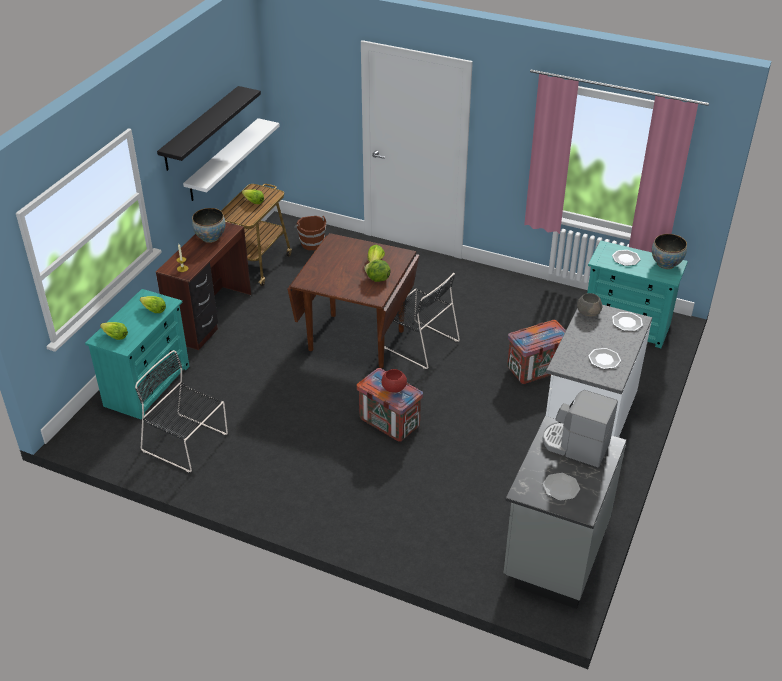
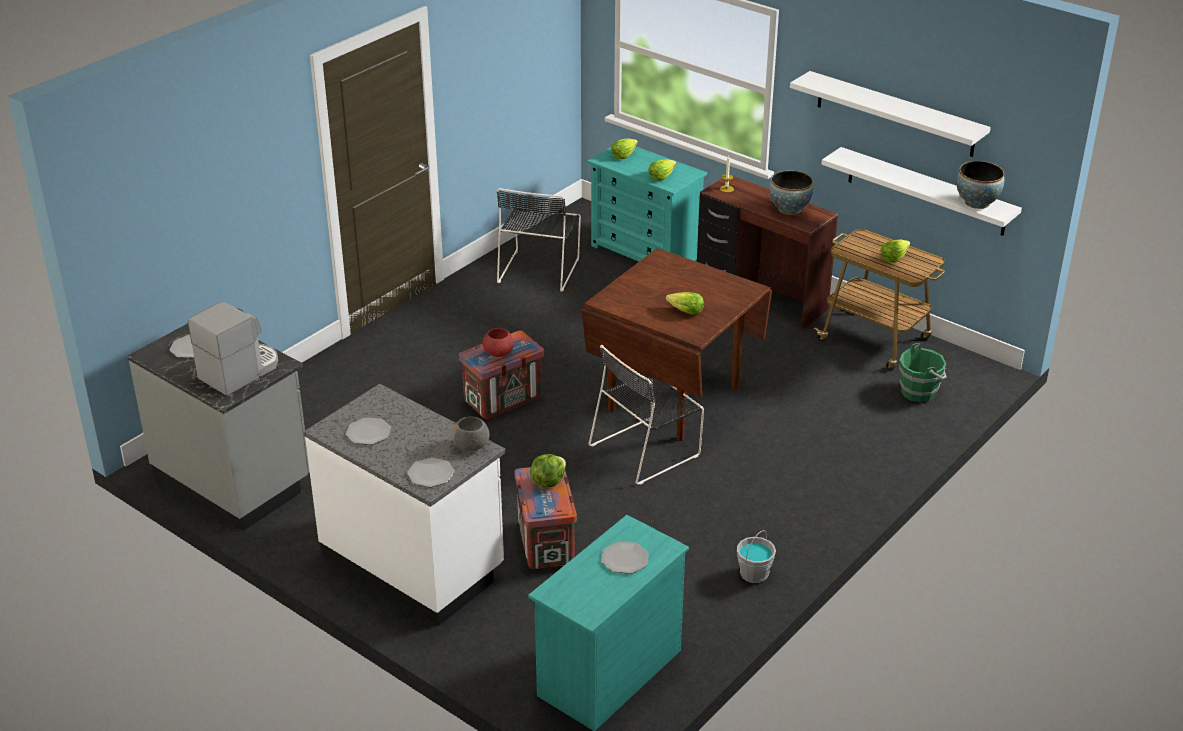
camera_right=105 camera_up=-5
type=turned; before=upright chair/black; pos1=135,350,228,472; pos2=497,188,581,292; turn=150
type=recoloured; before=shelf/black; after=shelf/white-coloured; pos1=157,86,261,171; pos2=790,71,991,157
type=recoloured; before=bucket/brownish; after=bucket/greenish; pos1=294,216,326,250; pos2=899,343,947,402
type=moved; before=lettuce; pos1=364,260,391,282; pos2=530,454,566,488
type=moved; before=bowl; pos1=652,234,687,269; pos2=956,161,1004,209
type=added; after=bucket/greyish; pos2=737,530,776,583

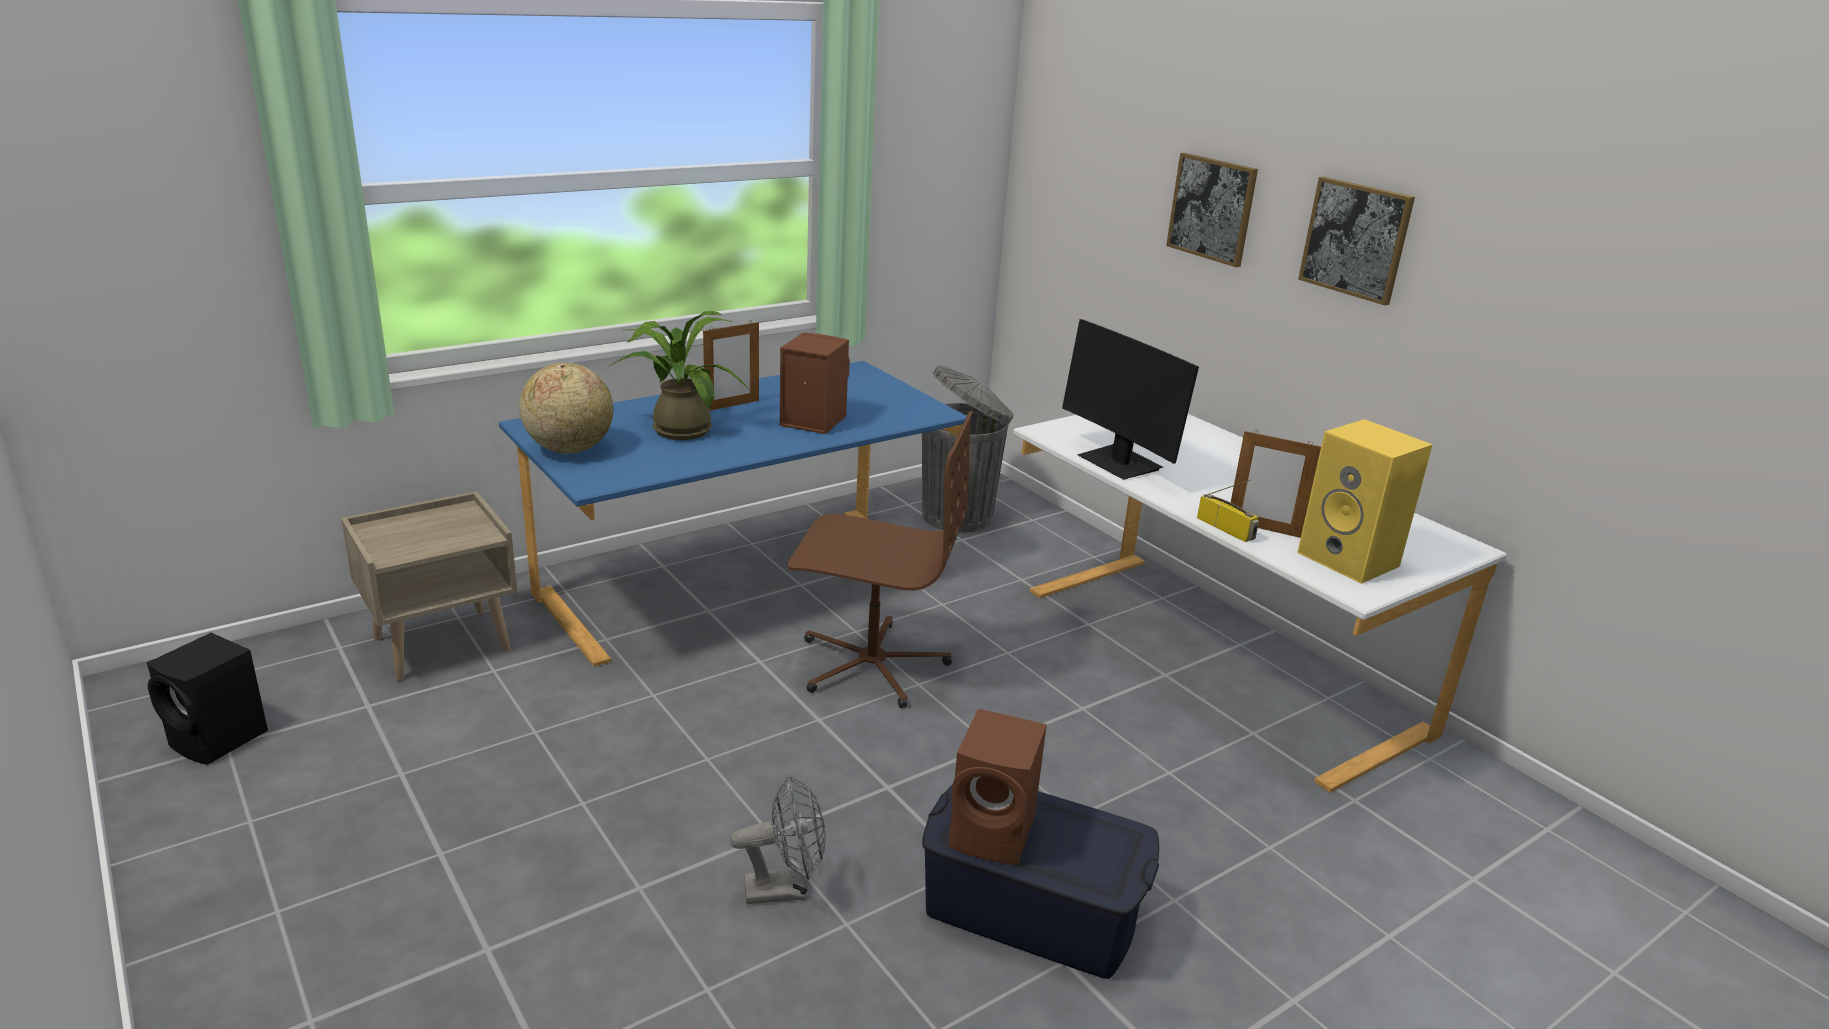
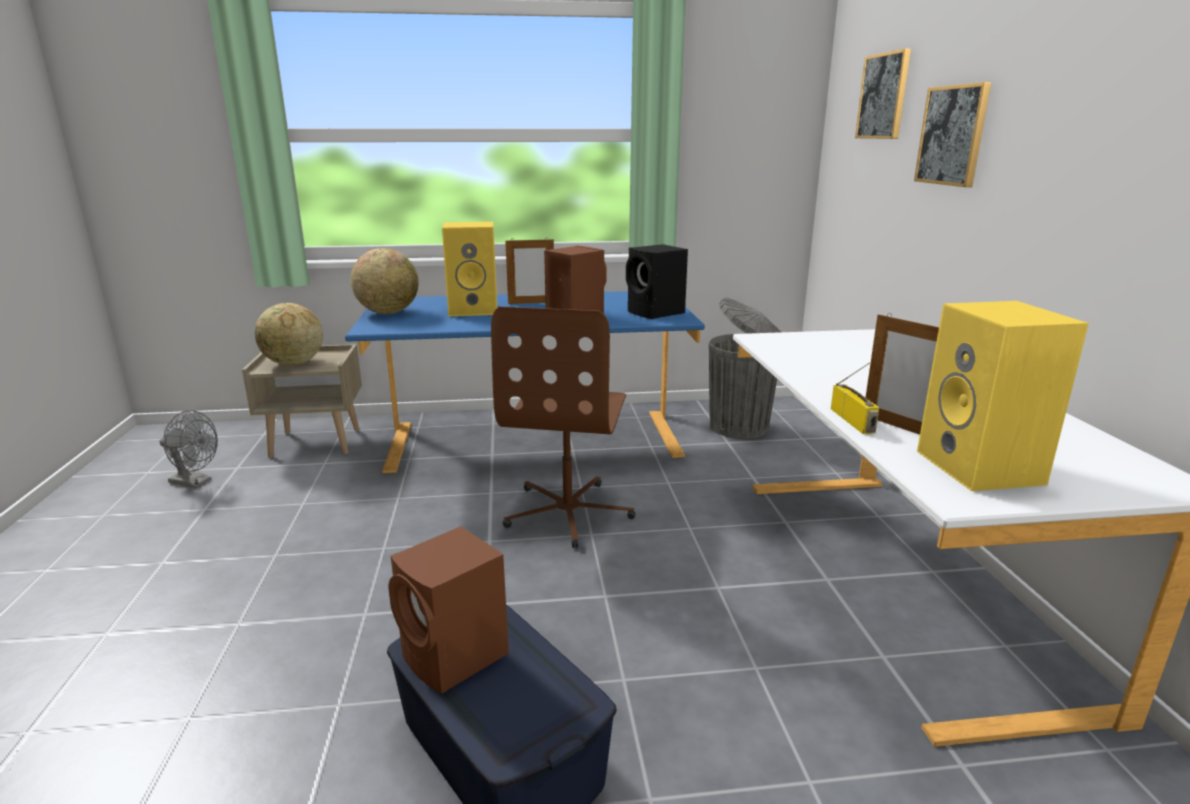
camera_right=30 camera_up=-5
type=moved; before=speaker/black; pos1=147,633,268,765; pos2=626,244,688,319
type=replaced; before=houseplant; after=speaker/yellowish; pos1=609,311,750,440; pos2=442,222,497,316
type=moved; before=electric fan/greyish; pos1=730,775,826,904; pos2=160,410,218,488
type=turned; before=computer chair/brownish; pos1=787,411,973,708; pos2=491,306,635,548; turn=60
type=removed; before=monitor; pos1=1062,319,1199,480
type=moved; before=wall art; pos1=1298,177,1415,305; pos2=855,48,911,139
type=added; after=world globe; pos2=255,303,323,365

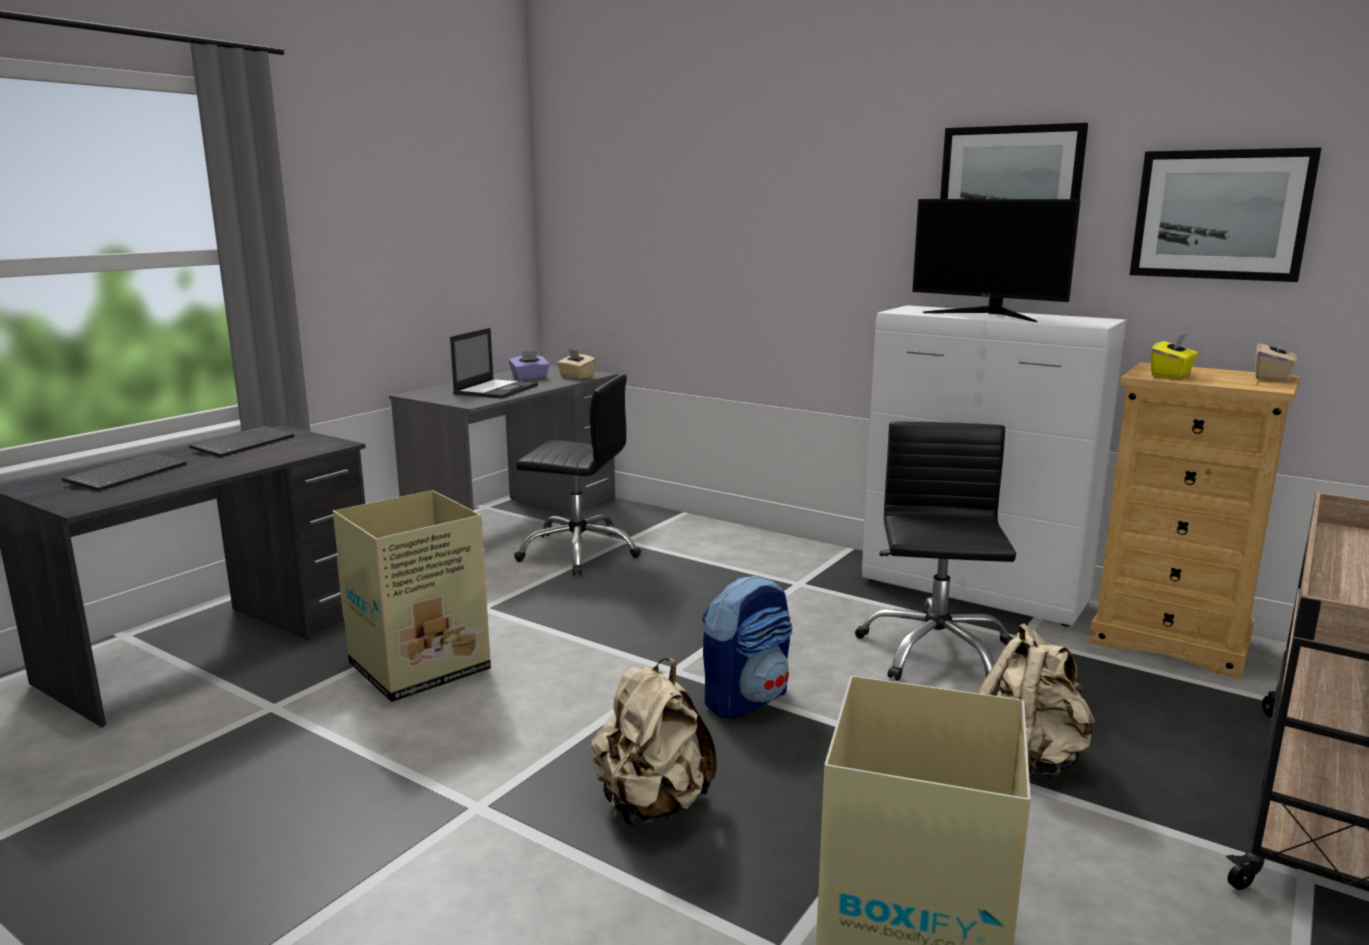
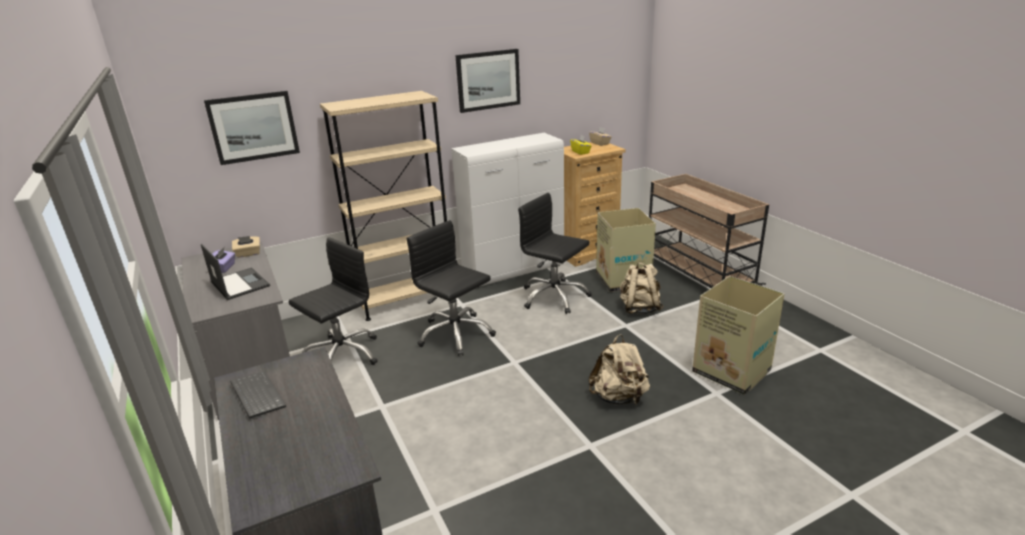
camera_right=-60 camera_up=10
type=removed; before=PC keyboard; pos1=62,453,187,491
type=moved; before=packing box; pos1=333,490,491,702; pos2=596,208,656,292
type=removed; before=rucksack; pos1=702,575,793,719
type=removed; before=monitor; pos1=912,199,1081,322
type=moved; before=wall art; pos1=1130,148,1321,282; pos2=204,91,300,165
type=added; after=bookshelf/beige-coloured; pos2=320,91,447,321
type=added; after=computer chair/black; pos2=406,220,496,356

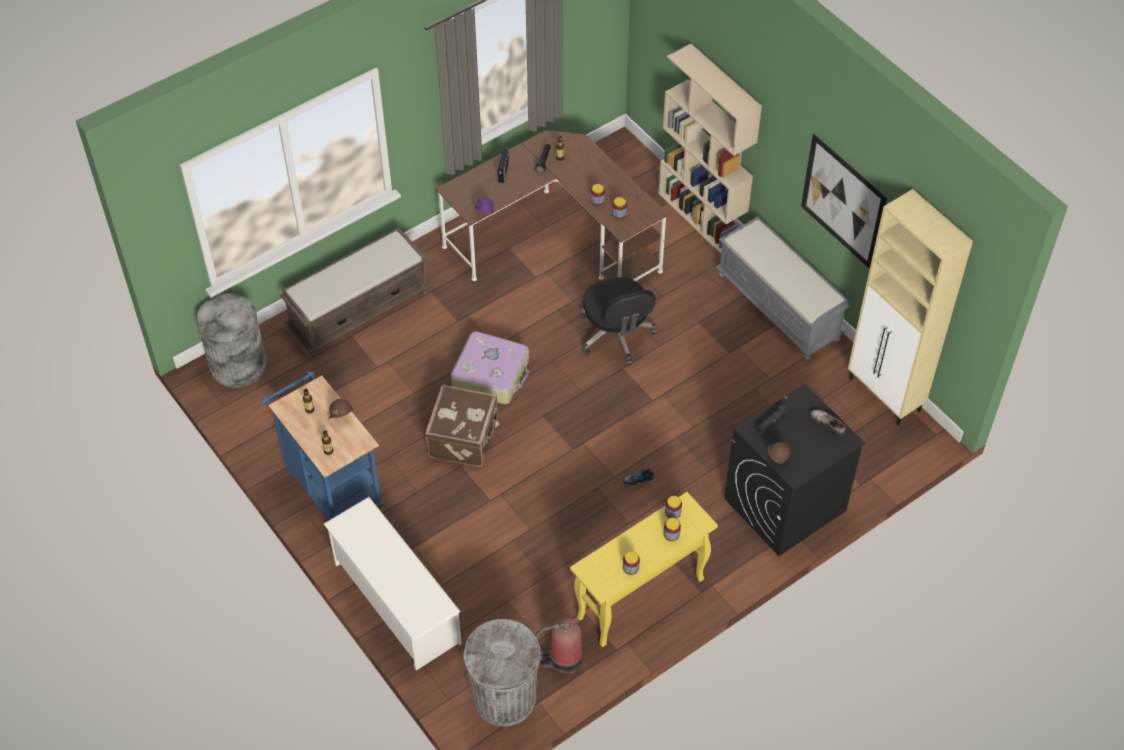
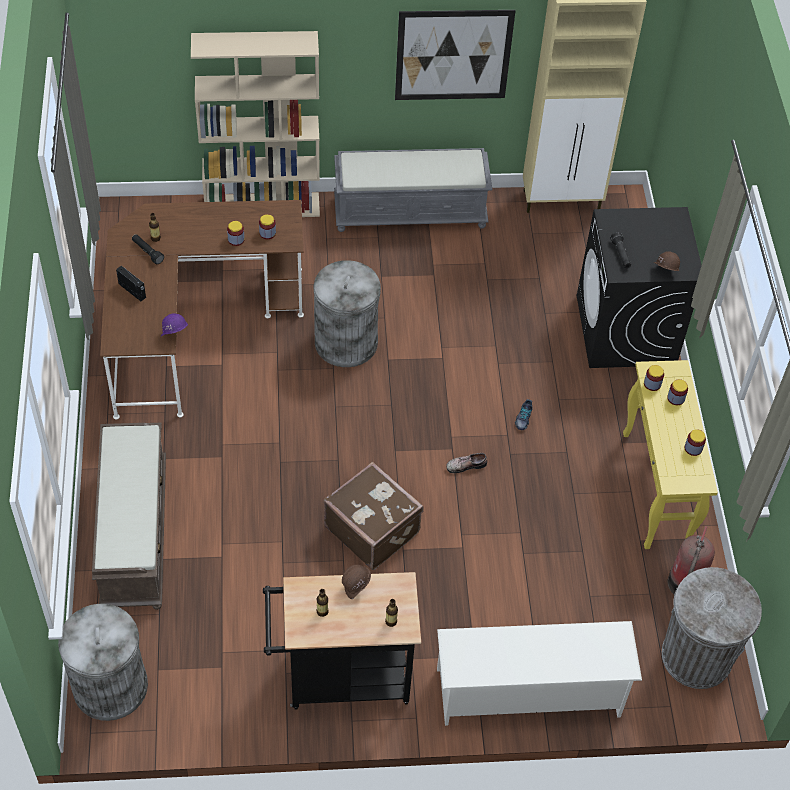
camera_right=-60 camera_up=0
type=recoloured; before=cart/blue-coloured; after=cart/black; pos1=262,371,384,521; pos2=263,572,421,710
type=removed; before=travel case; pos1=451,331,529,404
type=replaced; before=computer chair/black; after=rubbish bin/greyish; pos1=580,277,657,365; pos2=313,260,381,367
type=moved; before=item of footwear; pos1=810,410,845,437; pos2=446,453,487,473

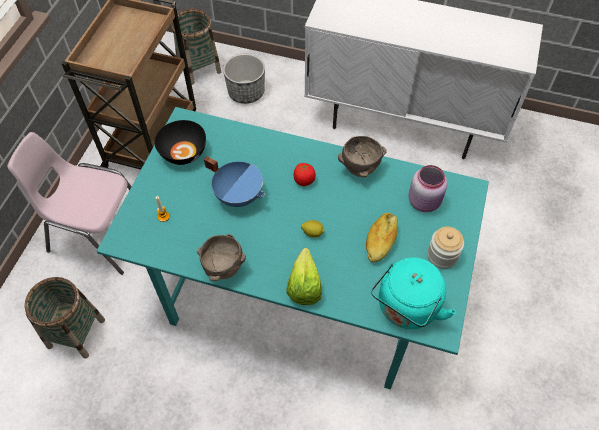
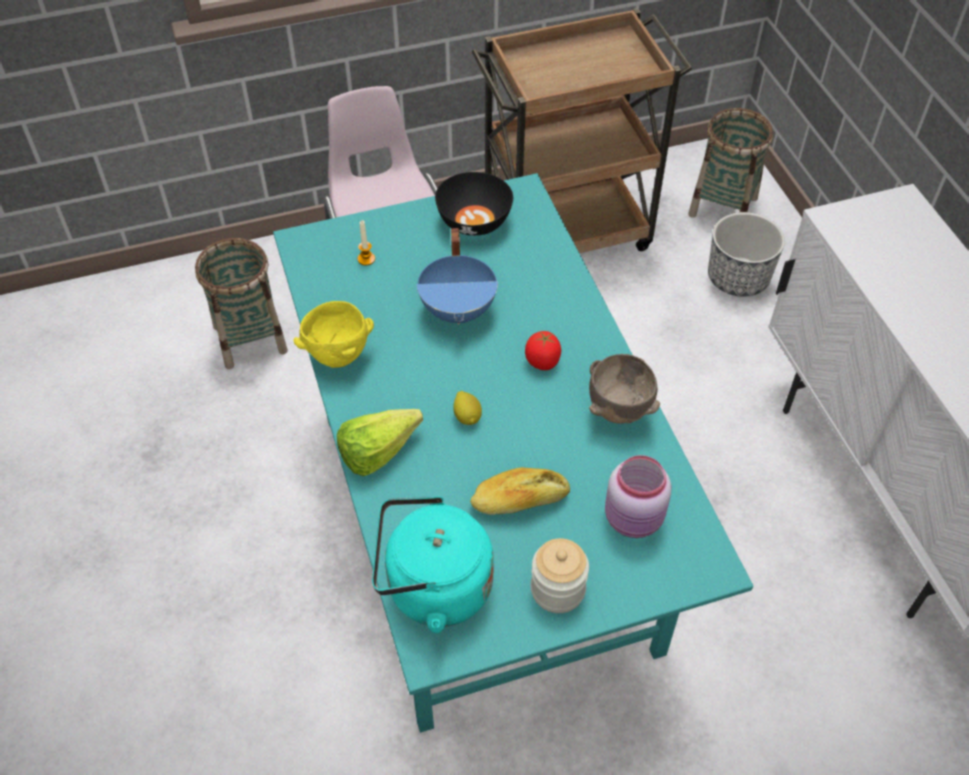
camera_right=55 camera_up=-5
type=recoloured; before=bowl/brownish; after=bowl/yellowish; pos1=197,234,246,281; pos2=294,301,374,368

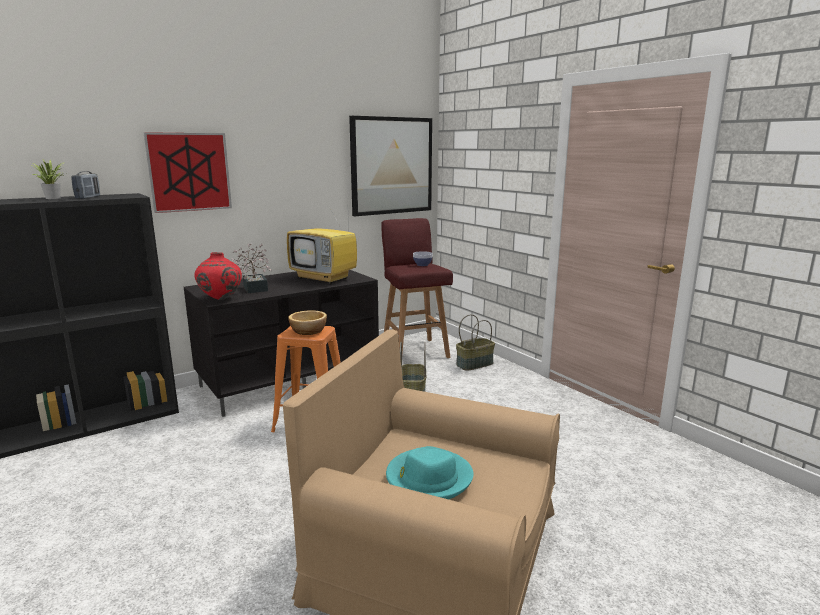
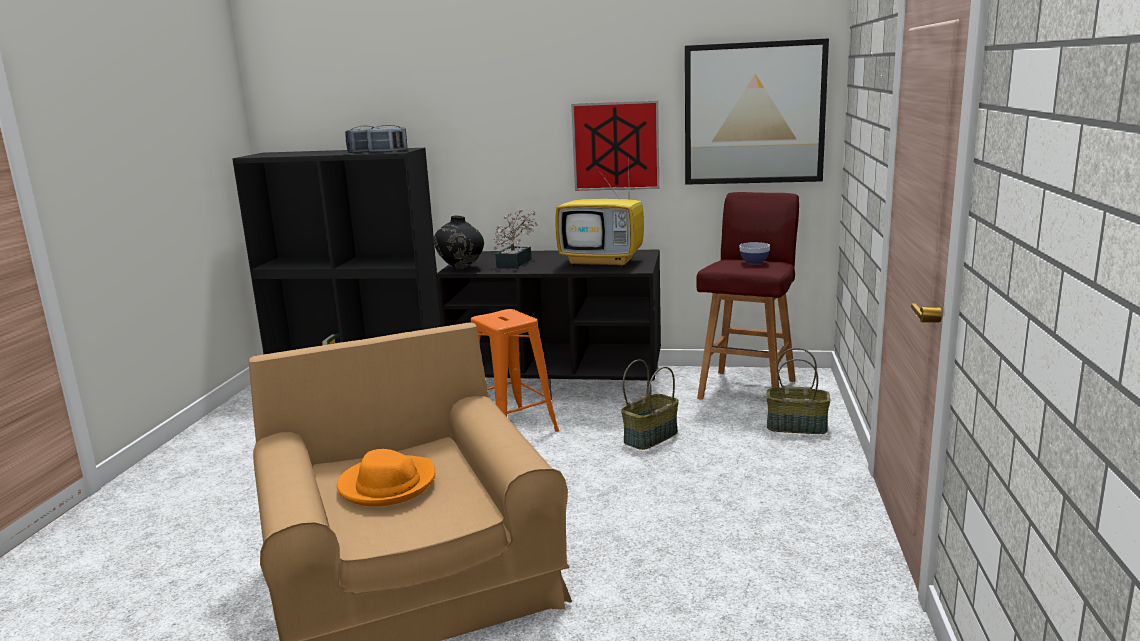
camera_right=45 camera_up=0
type=removed; before=houseplant; pos1=33,160,66,199
type=moved; before=wall art; pos1=143,132,232,213; pos2=571,101,659,191
type=recoloured; before=decorative vase/red; after=decorative vase/black; pos1=194,252,242,300; pos2=434,216,484,269
type=turned; before=TV set; pos1=287,208,357,284; pos2=555,161,644,267; turn=-60
type=removed; before=bowl; pos1=288,310,327,335
type=recoloured; before=wearable hat/blue-green; after=wearable hat/orange-coloured; pos1=386,446,474,499; pos2=337,449,435,507
type=added; after=radio; pos2=366,125,408,153

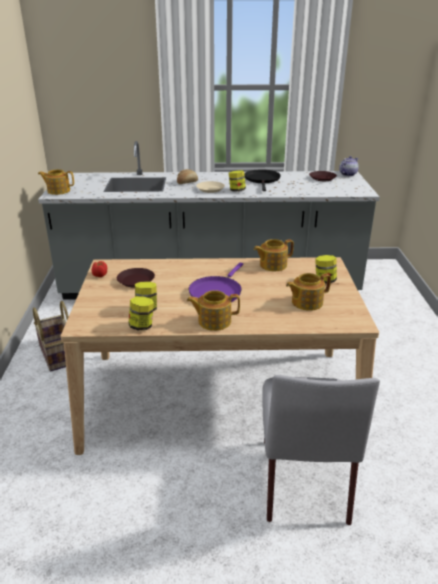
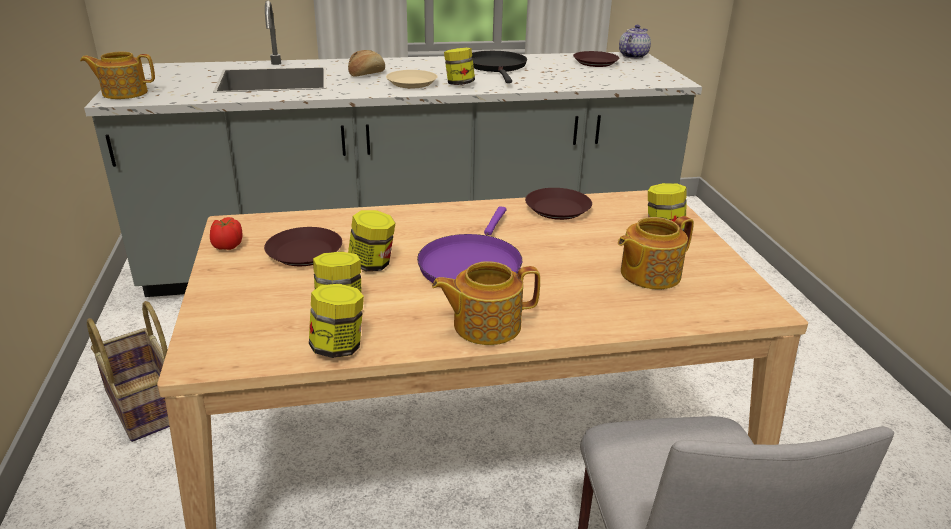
camera_right=-10 camera_up=0
type=replaced; before=tea pot; after=flat dish/brownish; pos1=254,239,294,271; pos2=525,188,592,220
type=added; after=storage jar; pos2=348,210,395,271

